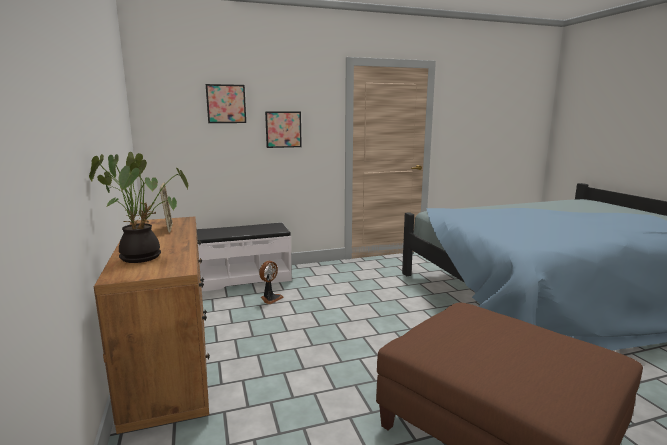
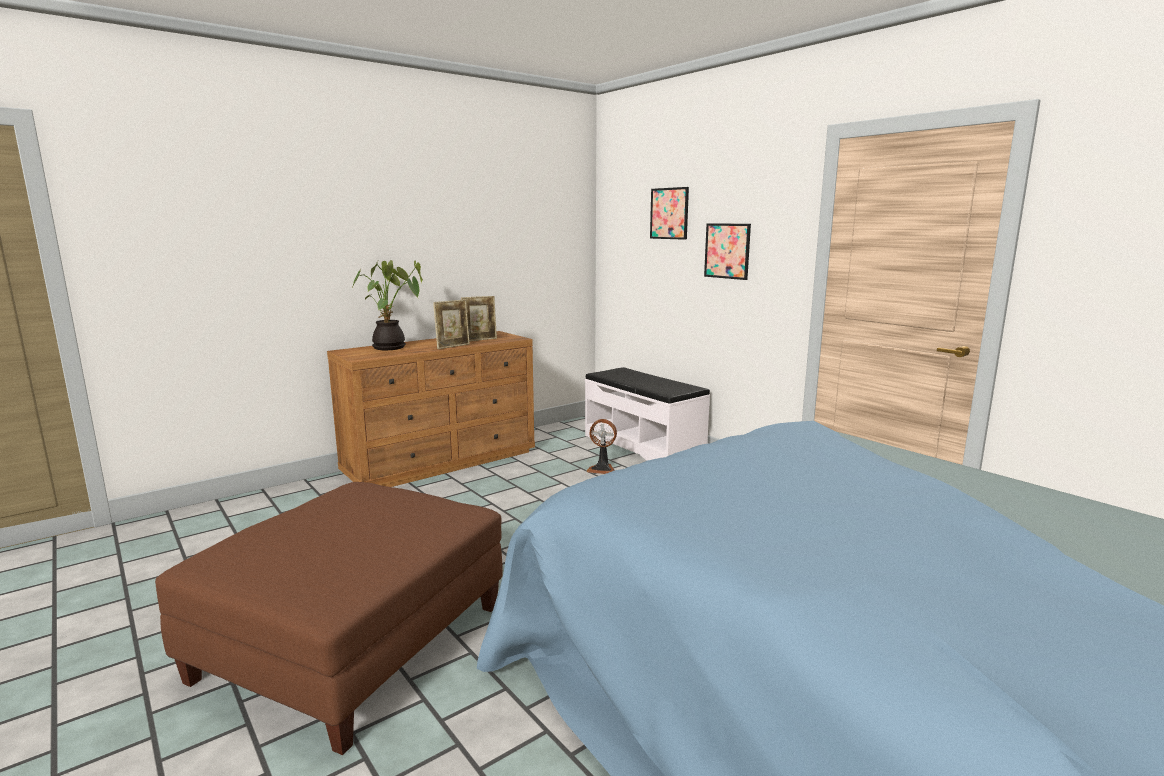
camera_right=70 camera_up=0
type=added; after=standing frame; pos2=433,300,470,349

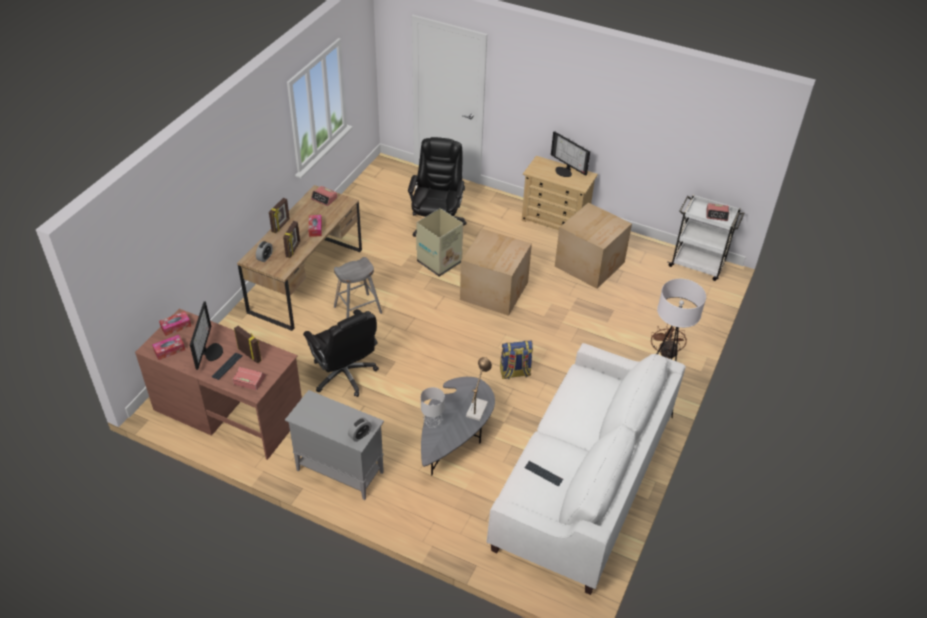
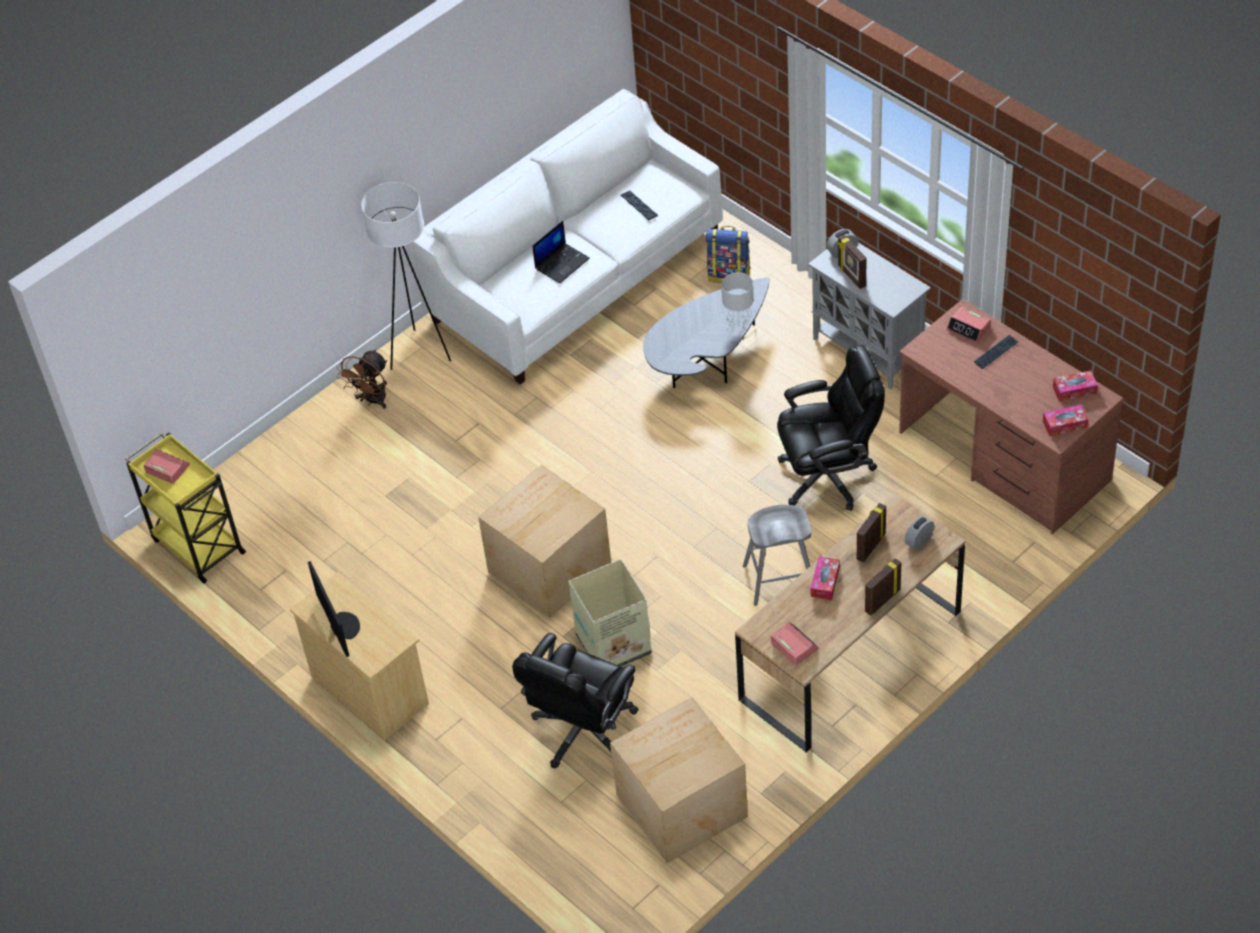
camera_right=-155 camera_up=5
type=removed; before=monitor; pos1=190,301,223,370
type=moved; before=standing frame; pos1=234,326,262,363; pos2=837,234,867,289
type=turned; before=computer chair/black; pos1=303,309,379,397; pos2=777,345,885,511; turn=90
type=removed; before=tabletop lamp; pos1=466,357,492,421
type=moved; before=rucksack; pos1=500,341,533,379; pos2=706,226,751,283
type=moved; before=packing box; pos1=555,202,632,289; pos2=610,697,748,863
type=recoloured; before=cart/white-coloured; after=cart/yellowish; pos1=668,194,745,281; pos2=125,432,246,584
type=added; after=notebook computer; pos2=533,221,590,284

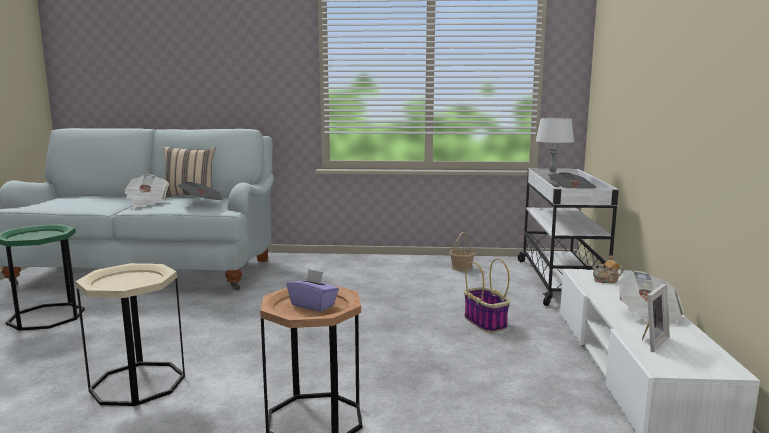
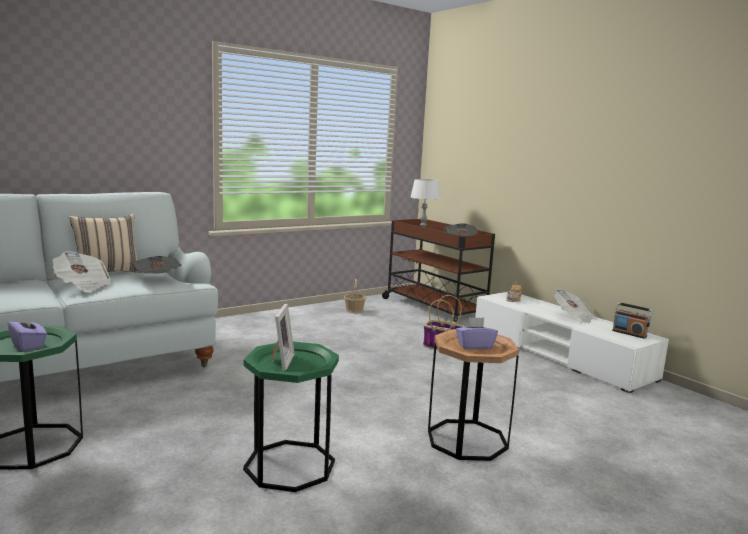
camera_right=-40 camera_up=0
type=recoloured; before=end table/beige-coloured; after=end table/greenish; pos1=76,263,185,406; pos2=243,341,339,492
type=recoloured; before=cart/white-coloured; after=cart/brownish; pos1=518,169,619,306; pos2=382,219,495,322
type=moved; before=standing frame; pos1=642,284,670,352; pos2=272,304,295,371
type=added; after=box of tissues/purple; pos2=8,312,47,352
type=added; after=radio; pos2=612,302,653,339

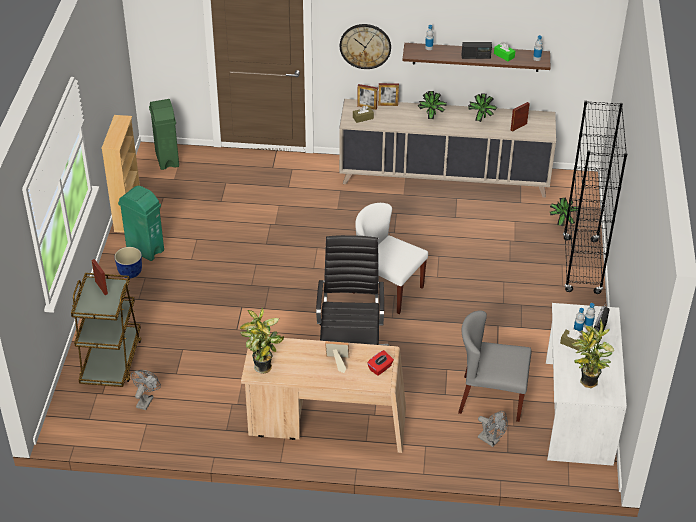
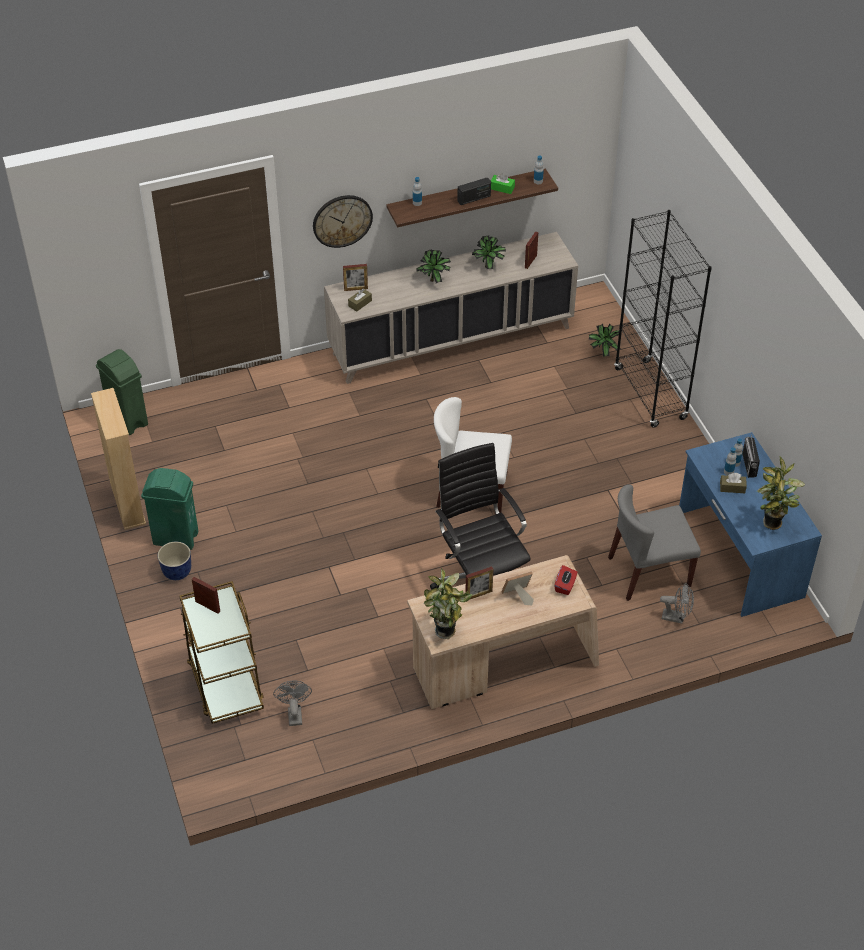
camera_right=-25 camera_up=5
type=moved; before=standing frame; pos1=378,83,399,106; pos2=465,566,493,599
type=recoloured; before=desk unit/white-coloured; after=desk unit/blue-coloured; pos1=546,303,627,466; pos2=679,432,822,617

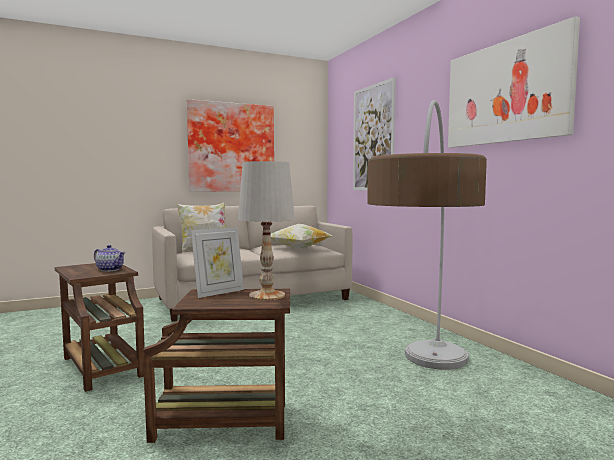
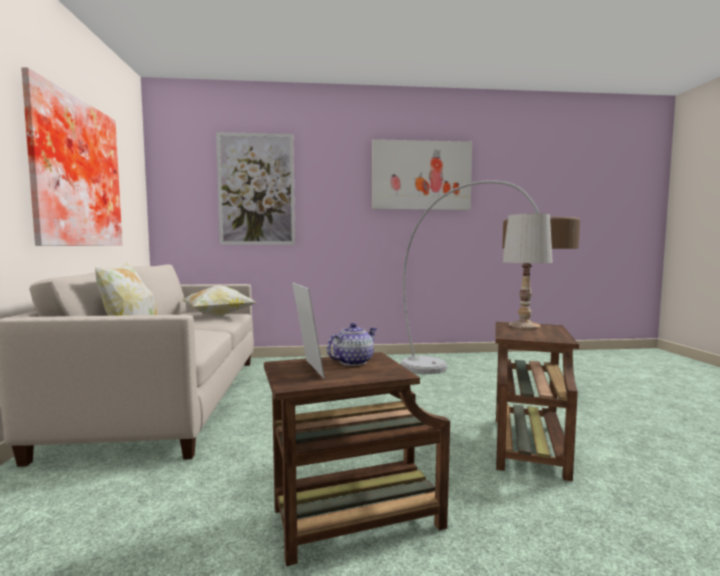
camera_right=-70 camera_up=0
type=moved; before=standing frame; pos1=191,227,244,298; pos2=292,283,325,378

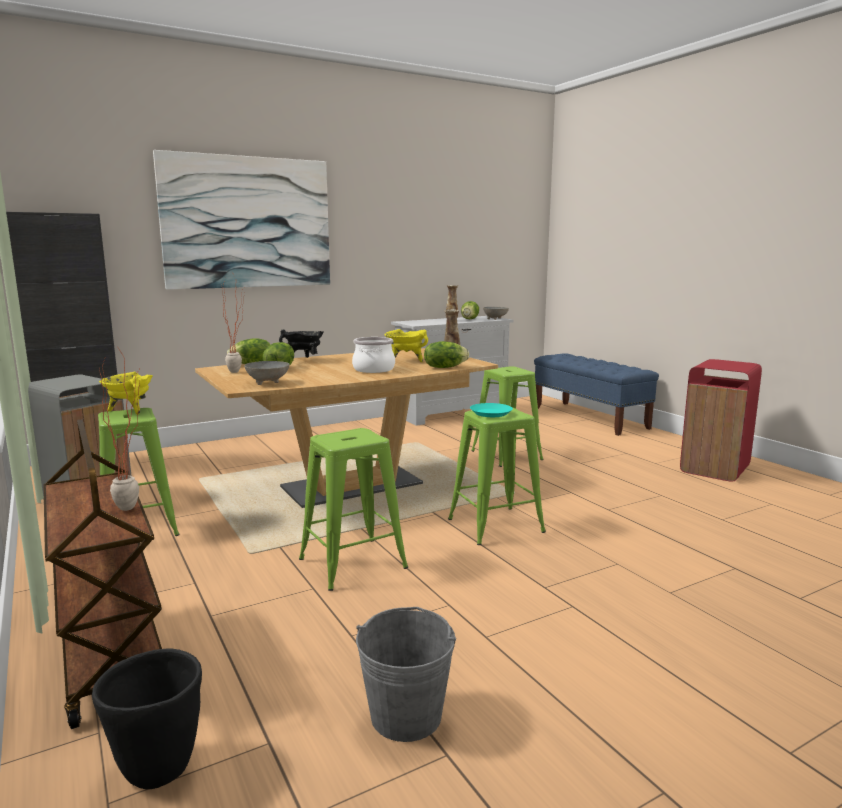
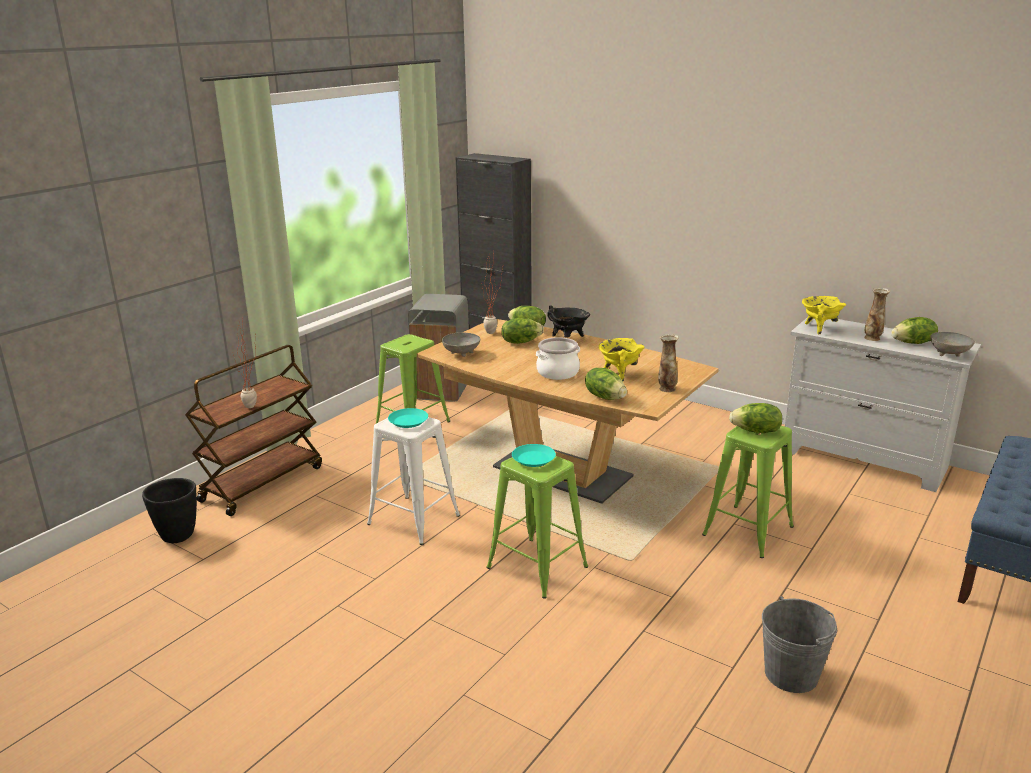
camera_right=65 camera_up=10
type=moved; before=saucepot/yellowish; pos1=99,372,153,415; pos2=802,296,846,335
type=removed; before=wall art; pos1=153,150,330,290
type=recoloured; before=sitting stool/greenish; after=sitting stool/white-coloured; pos1=299,428,408,591; pos2=367,417,460,545
type=moved; before=bucket/greyish; pos1=356,607,456,742; pos2=762,596,837,693
type=removed; before=rubbish bin/red; pos1=680,359,762,482
type=added; after=flat dish/blue-green; pos2=388,408,428,428
type=added; after=lettuce; pos2=729,403,782,433

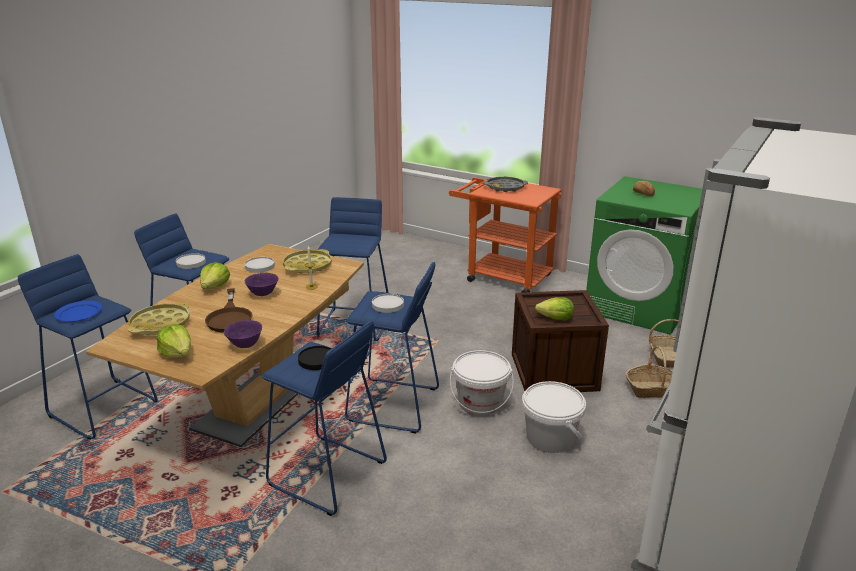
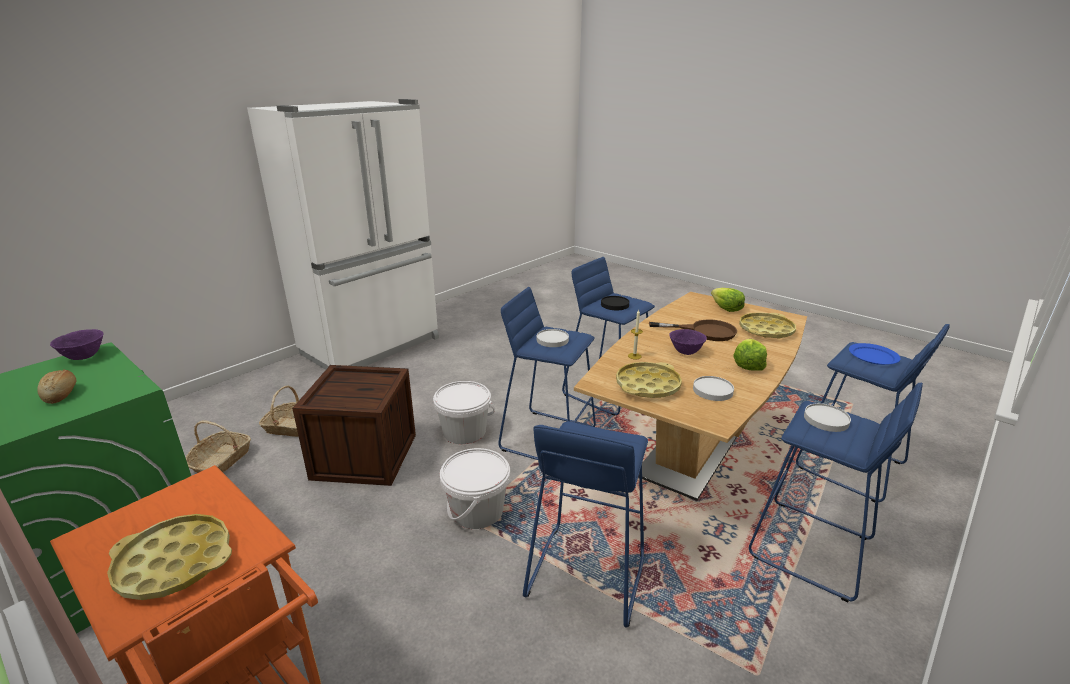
camera_right=-170 camera_up=0
type=turned; before=pan/brownish; pos1=205,288,253,333; pos2=649,319,737,341; turn=105
type=moved; before=bowl/purple; pos1=224,320,262,348; pos2=50,329,103,360
type=recoloured; before=serving tray/greyish; after=serving tray/yellowish; pos1=483,177,528,192; pos2=107,514,232,600
type=moved; before=bucket/white-coloured; pos1=522,381,586,453; pos2=440,448,510,529
type=removed; before=lettuce; pos1=535,297,574,321

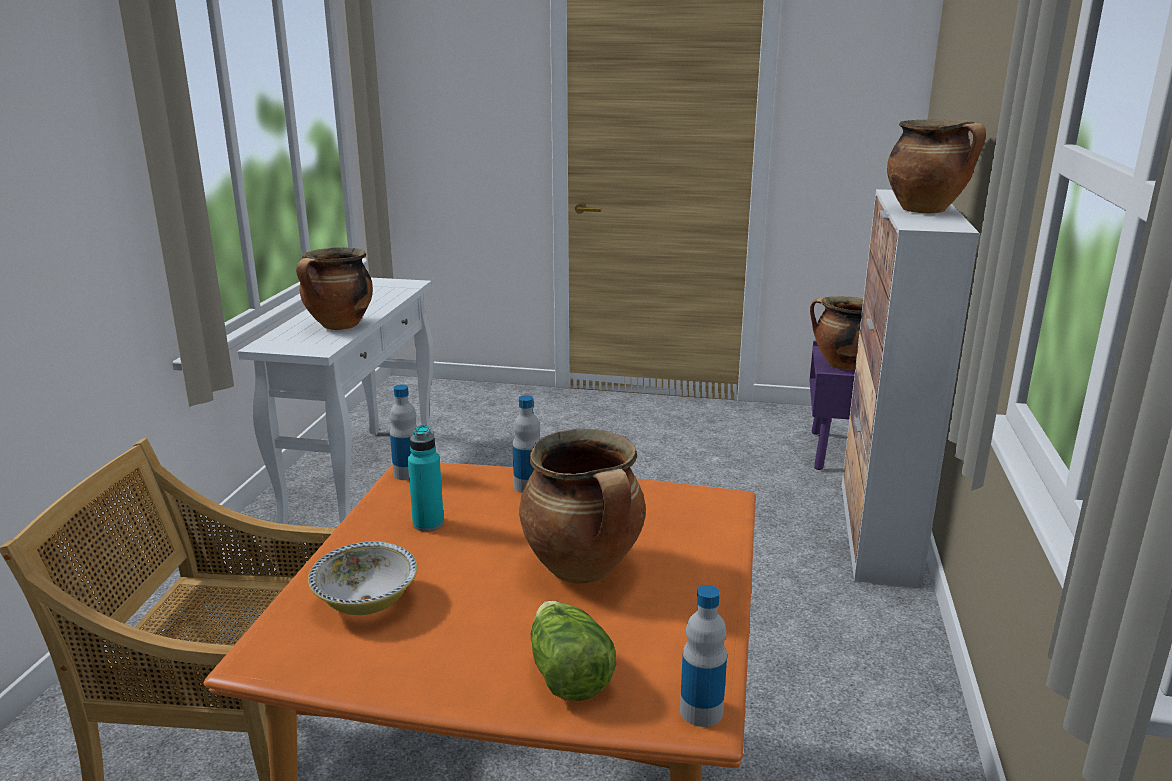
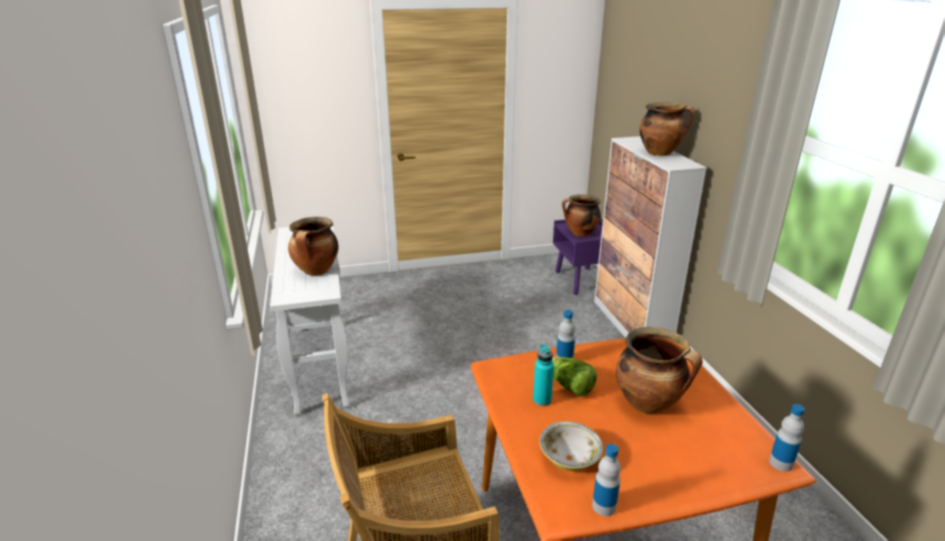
camera_right=-25 camera_up=5
type=moved; before=drink bottle; pos1=390,384,417,480; pos2=592,444,621,516
type=moved; before=lettuce; pos1=531,601,616,701; pos2=552,357,597,397

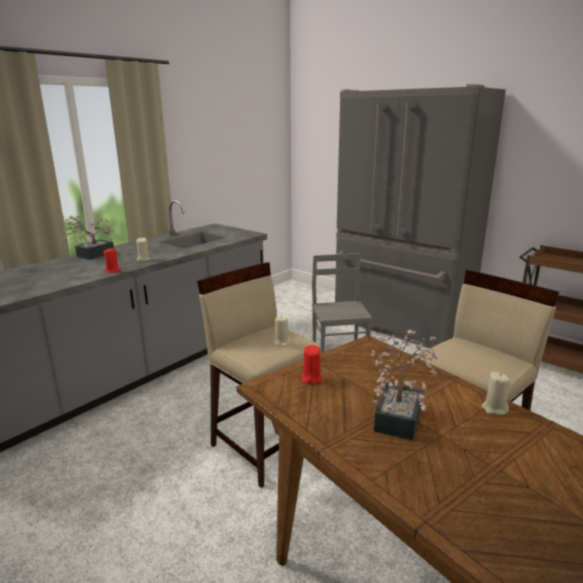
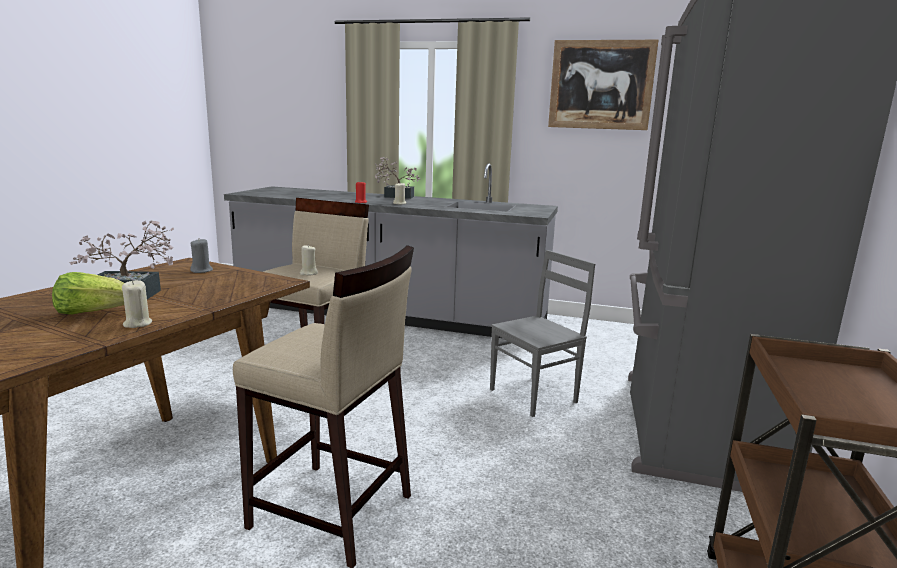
camera_right=65 camera_up=-5
type=recoloured; before=wax light/red; after=wax light/greyish; pos1=301,345,322,384; pos2=190,239,213,273
type=added; after=lettuce; pos2=52,272,125,315
type=added; after=wall art; pos2=548,40,658,130

